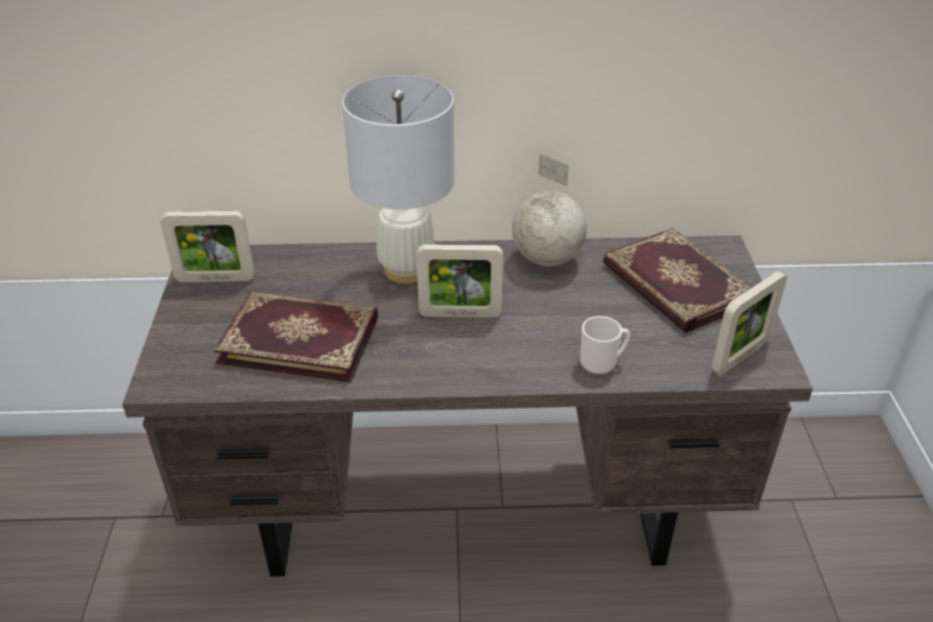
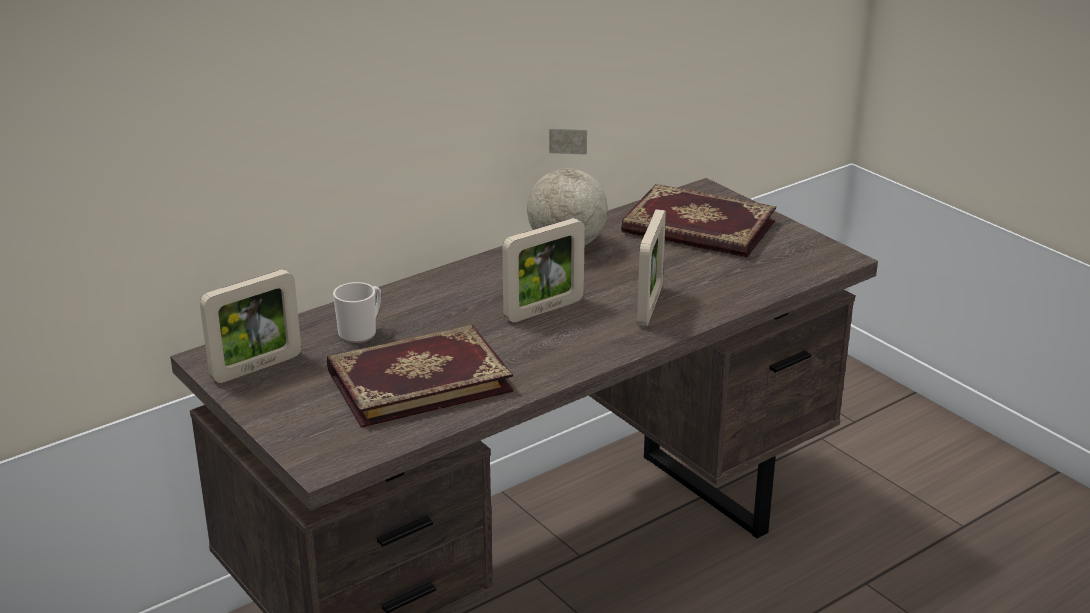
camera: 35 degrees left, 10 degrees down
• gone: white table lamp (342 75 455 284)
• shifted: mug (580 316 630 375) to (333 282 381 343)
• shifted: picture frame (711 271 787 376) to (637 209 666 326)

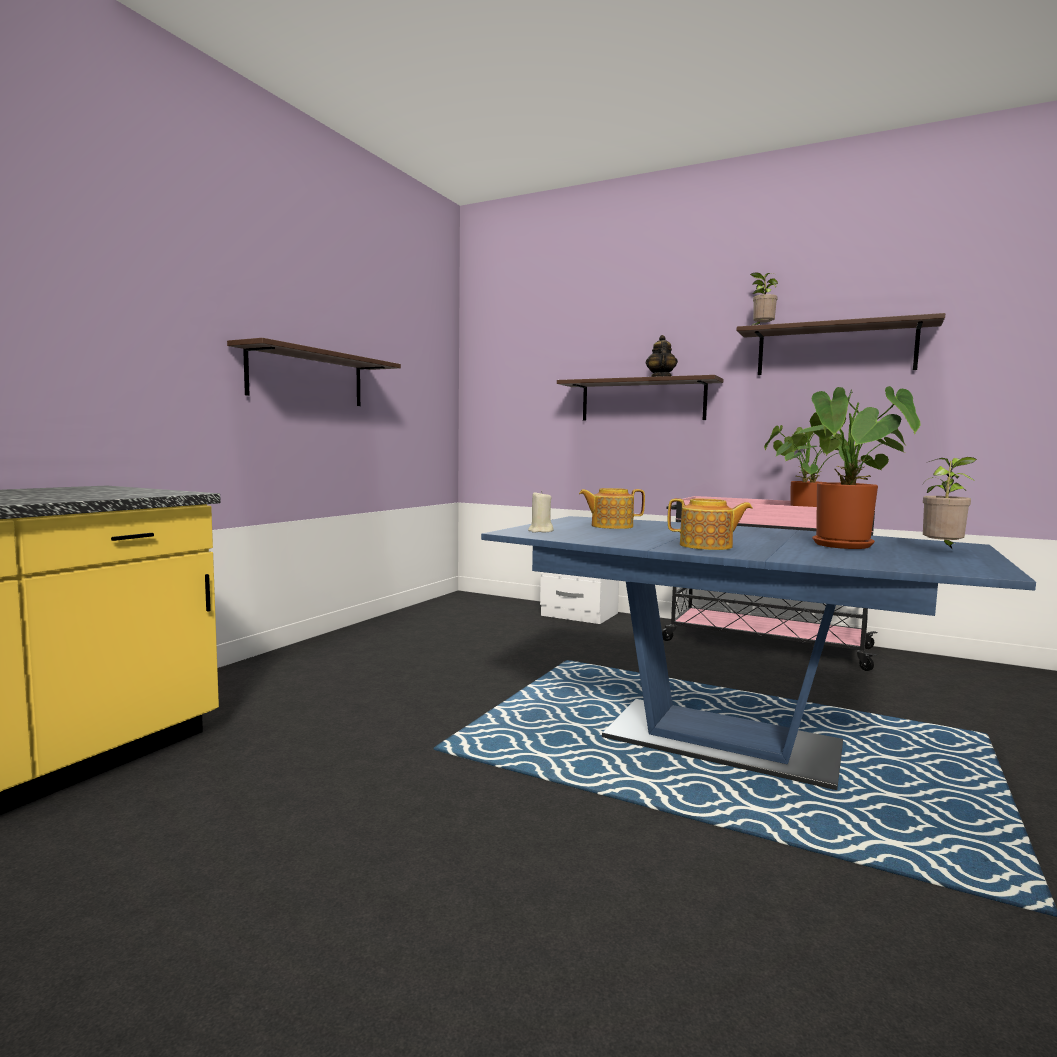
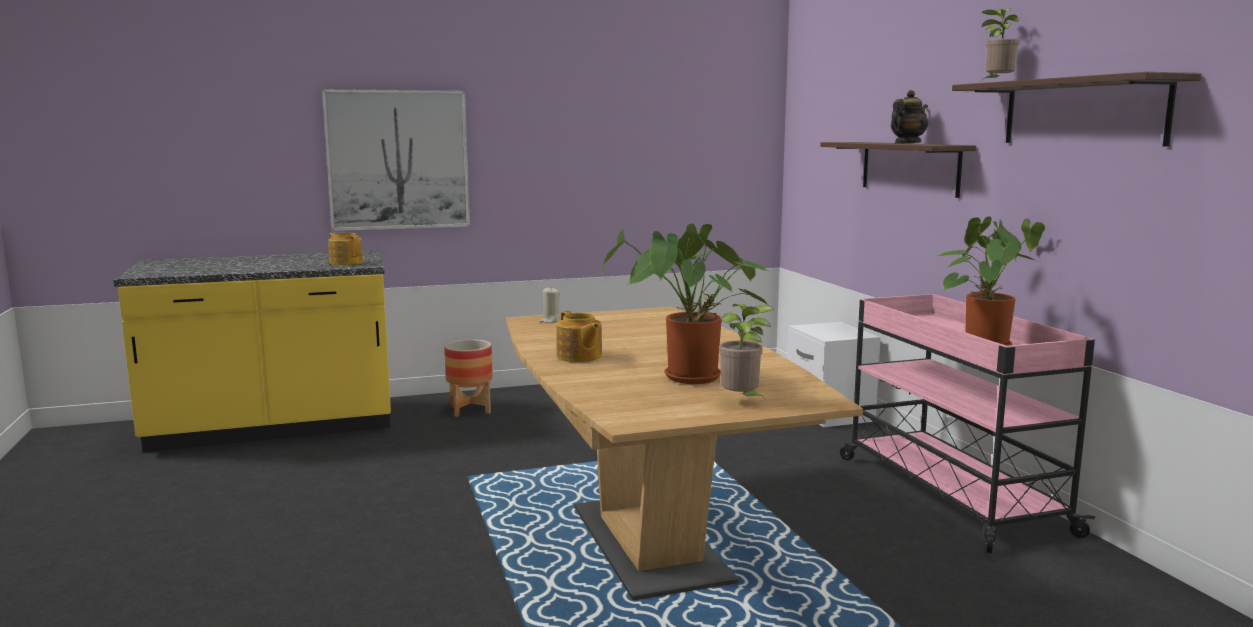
camera: 45 degrees right, 5 degrees up
• gone: shelf (227 338 401 406)
• new: picture (322 89 470 231)
• new: planter (444 339 493 417)
• shifted: teapot (579 488 645 529) to (328 233 363 265)
• repainted: blue dining table (481 516 1036 790) to brown dining table (506 307 863 600)

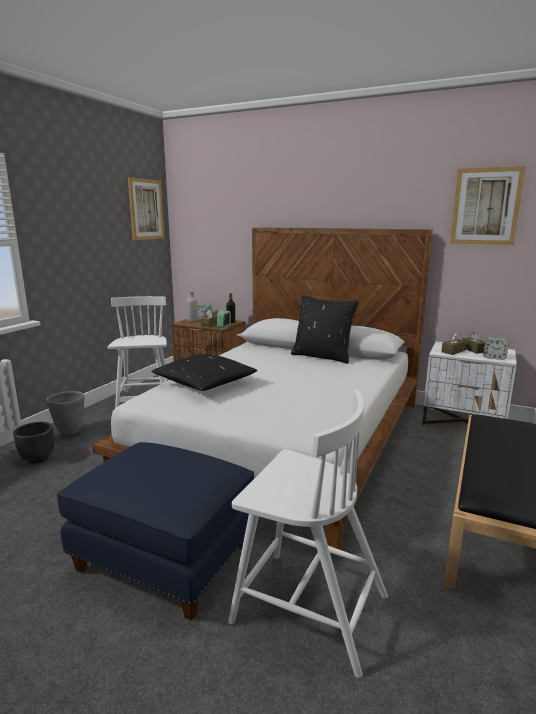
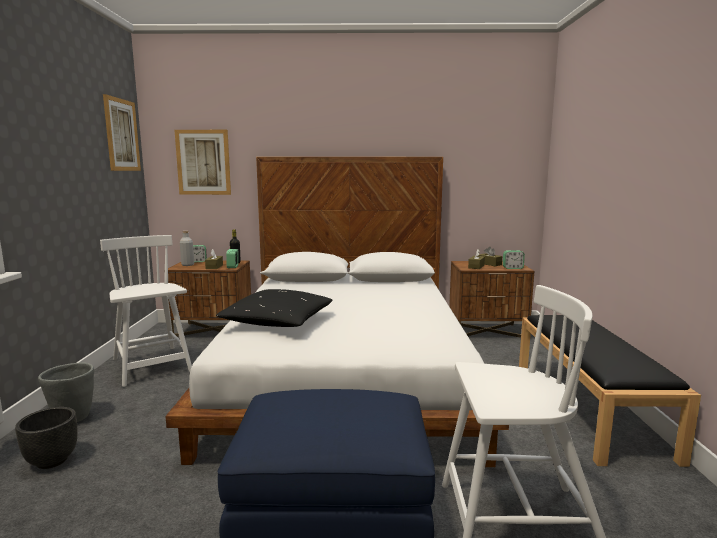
camera: 25 degrees left, 5 degrees down
• gone: black pillow (291 295 359 364)
• shifted: picture (450 166 526 245) to (175 130 231 195)
• repainted: white nightstand (422 341 517 425) to brown nightstand (449 261 534 338)

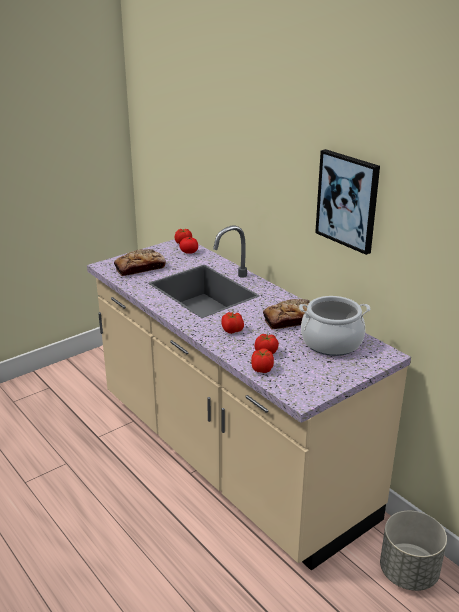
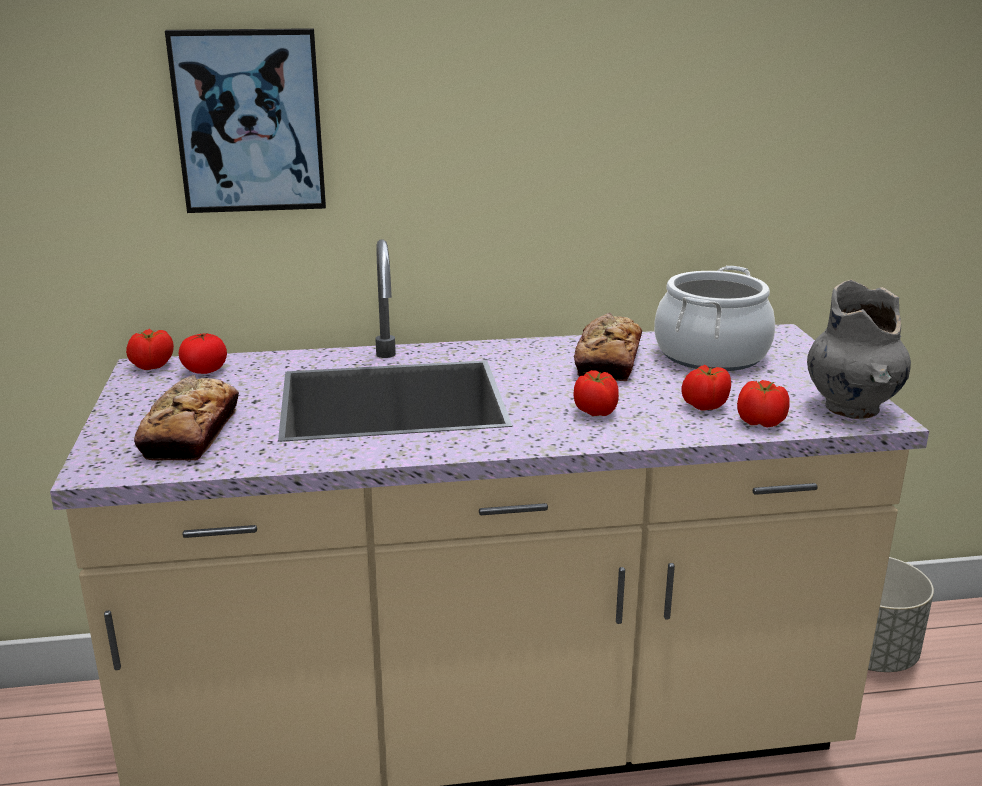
camera: 60 degrees left, 5 degrees down
• new: grey vase (807 280 911 419)
• shifted: picture (315 149 380 255) to (165 28 326 213)

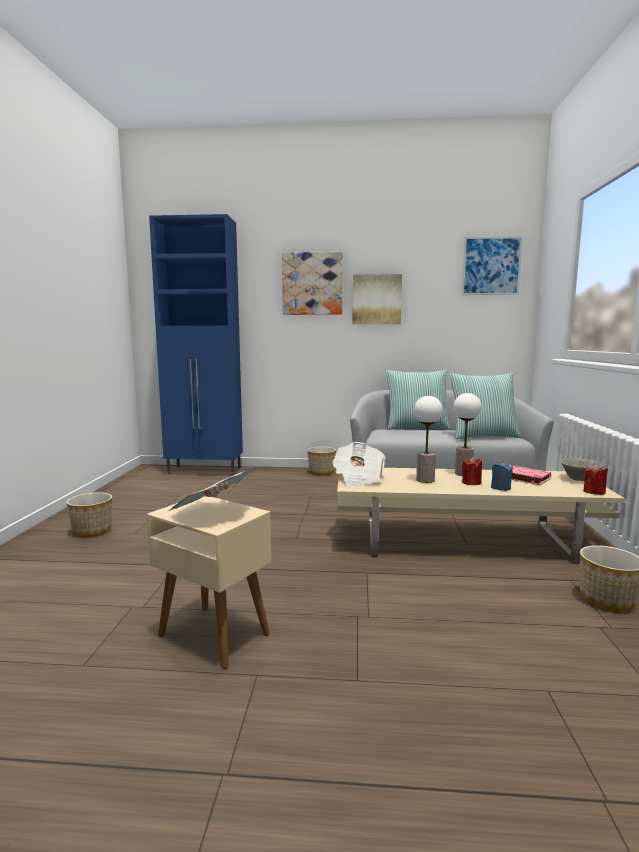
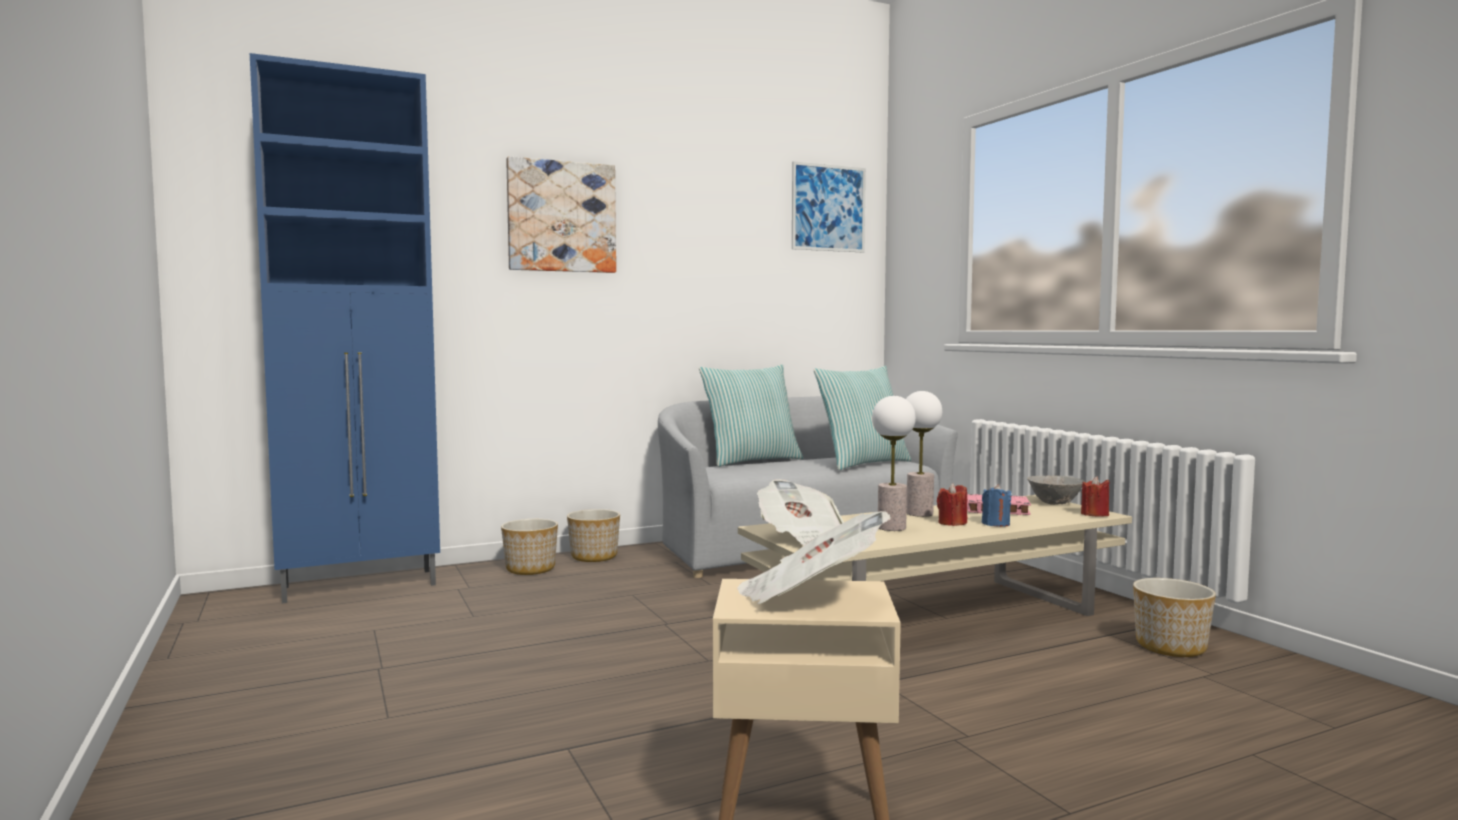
camera: 30 degrees left, 5 degrees down
• gone: picture (352 274 402 324)
• shifted: planter (66 492 112 537) to (501 519 558 575)

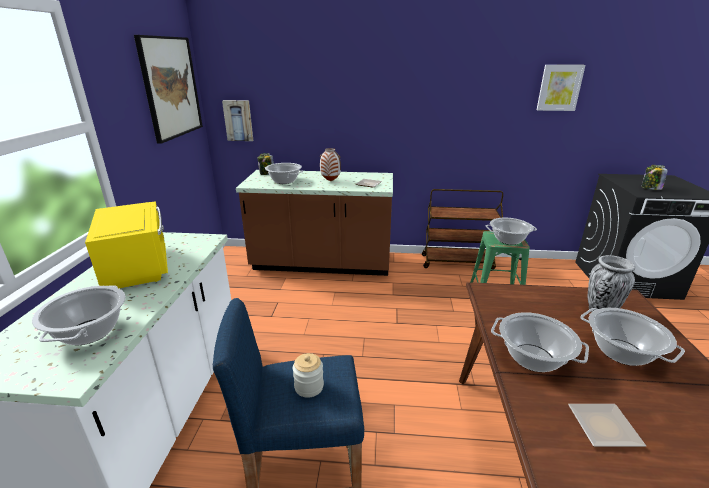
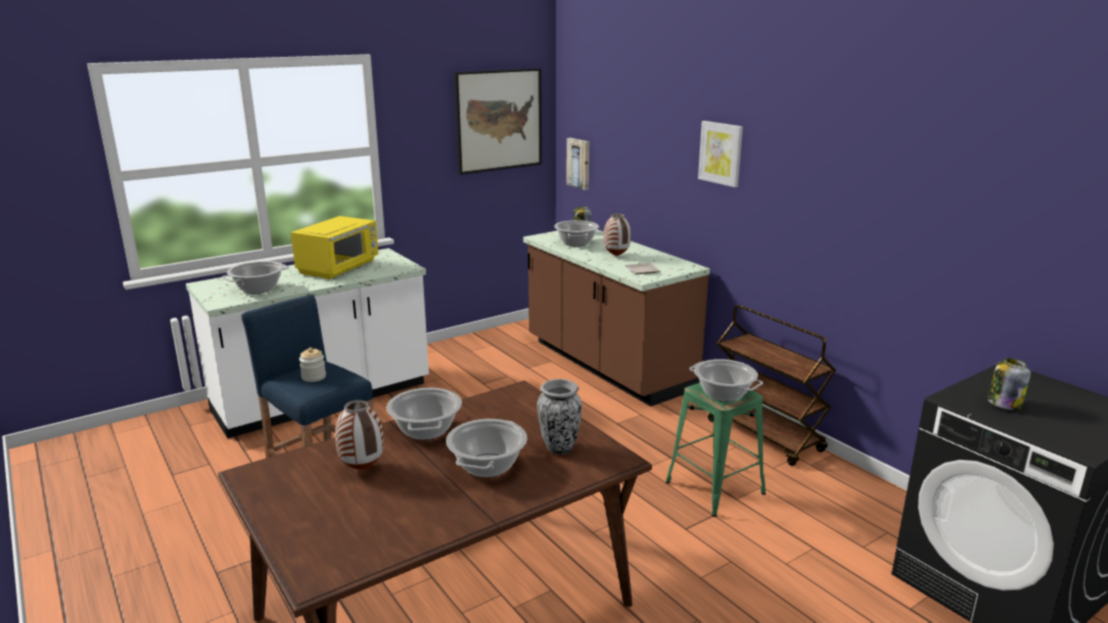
camera: 50 degrees right, 5 degrees down
• shifted: picture (537 65 586 111) to (698 121 743 187)
• swapped: plate (568 404 646 447) to vase (335 400 384 469)

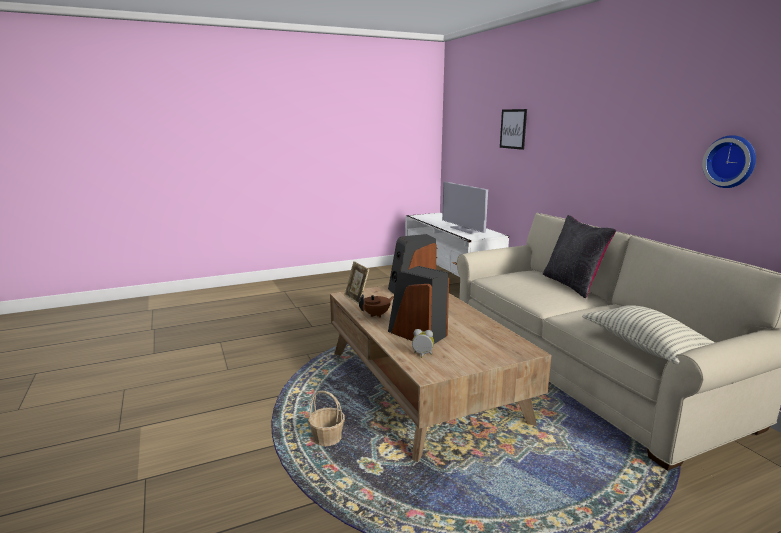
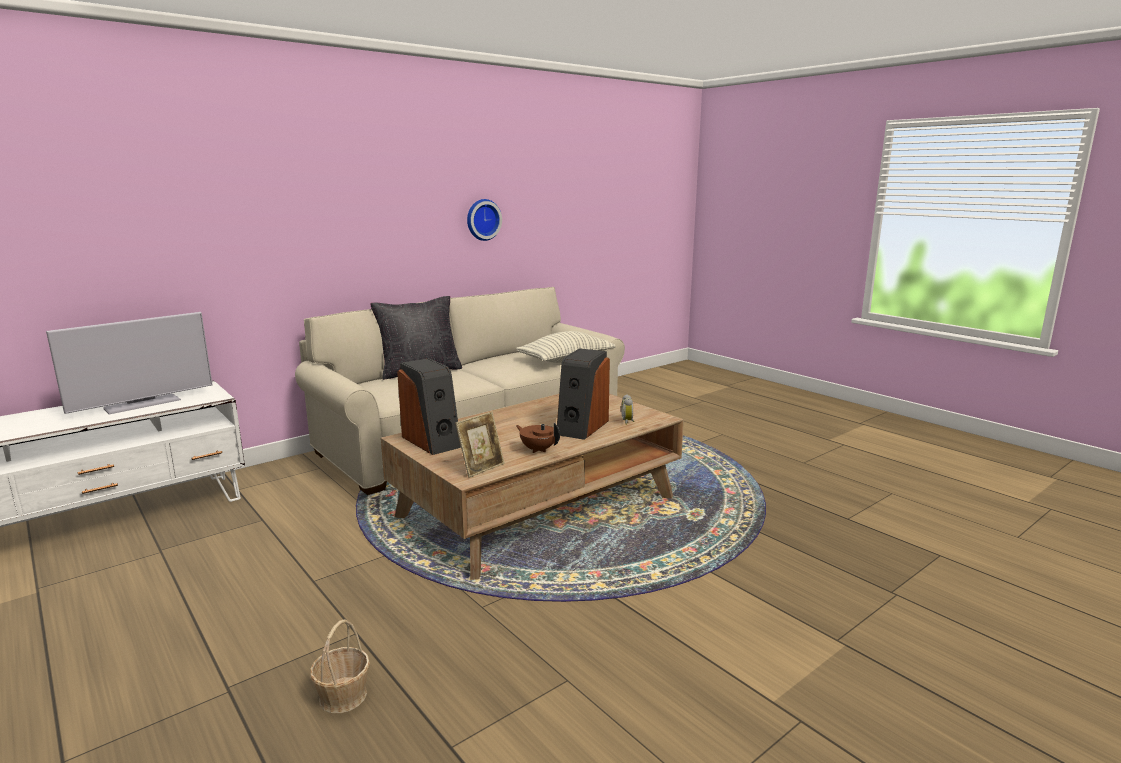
camera: 105 degrees left, 0 degrees up
• gone: picture (500 109 527 150)
• shifted: basket (308 391 345 446) to (310 620 370 713)

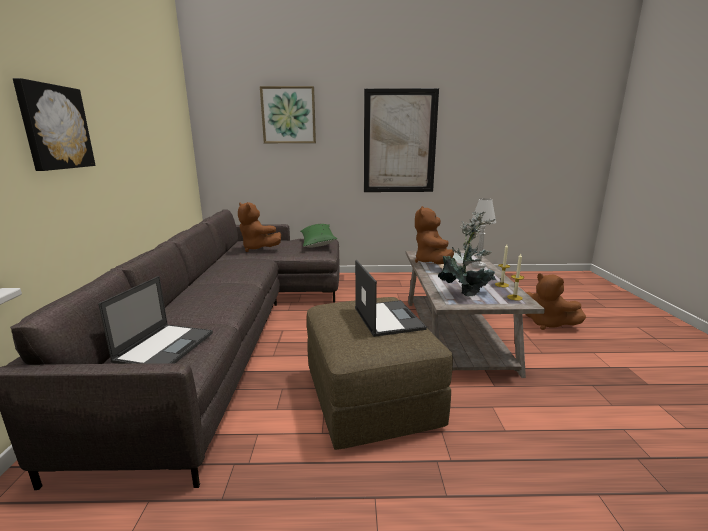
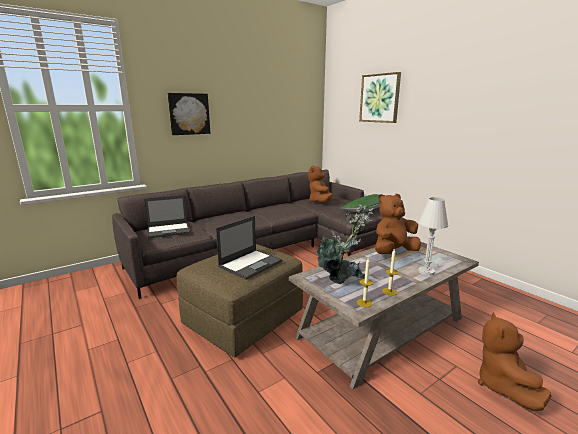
camera: 55 degrees right, 0 degrees up
• gone: picture (364 88 439 192)

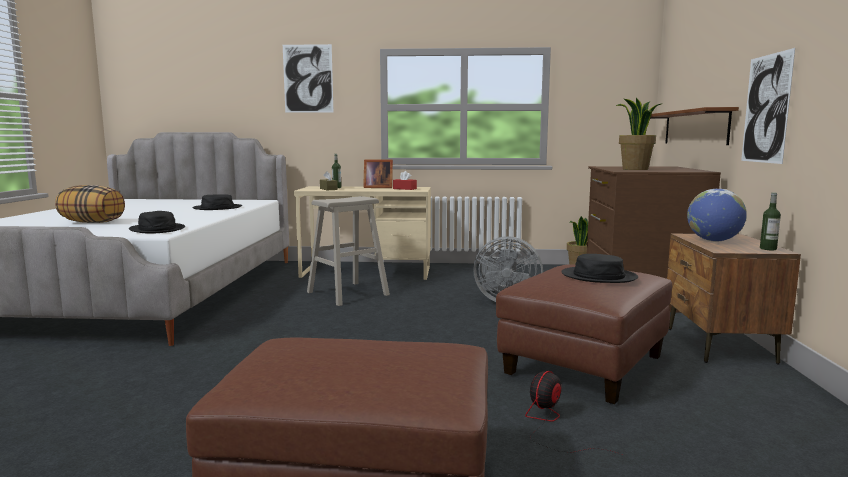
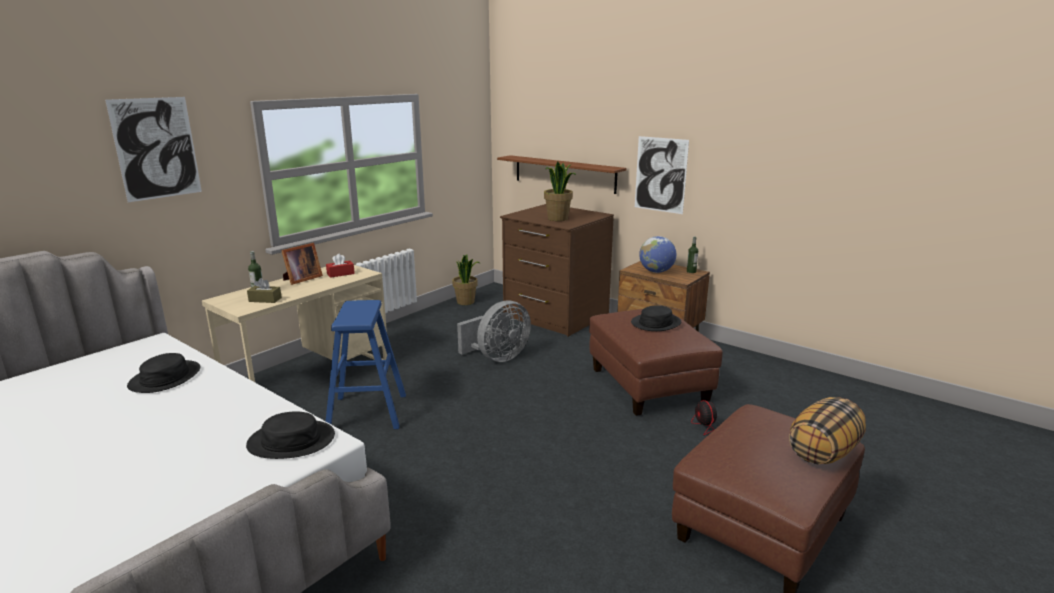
camera: 55 degrees left, 10 degrees up
• shifted: pillow (55 185 125 223) to (789 397 866 464)
• repainted: beige stool (307 196 390 306) to blue stool (326 300 406 429)

